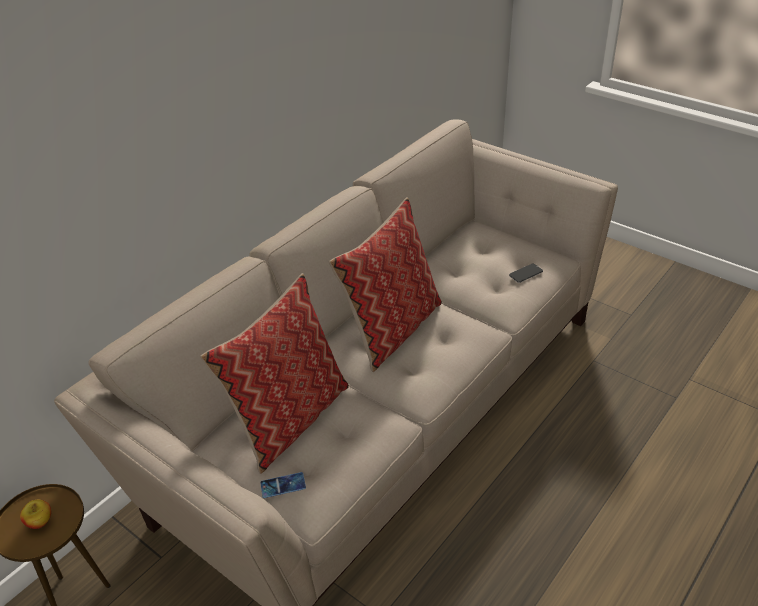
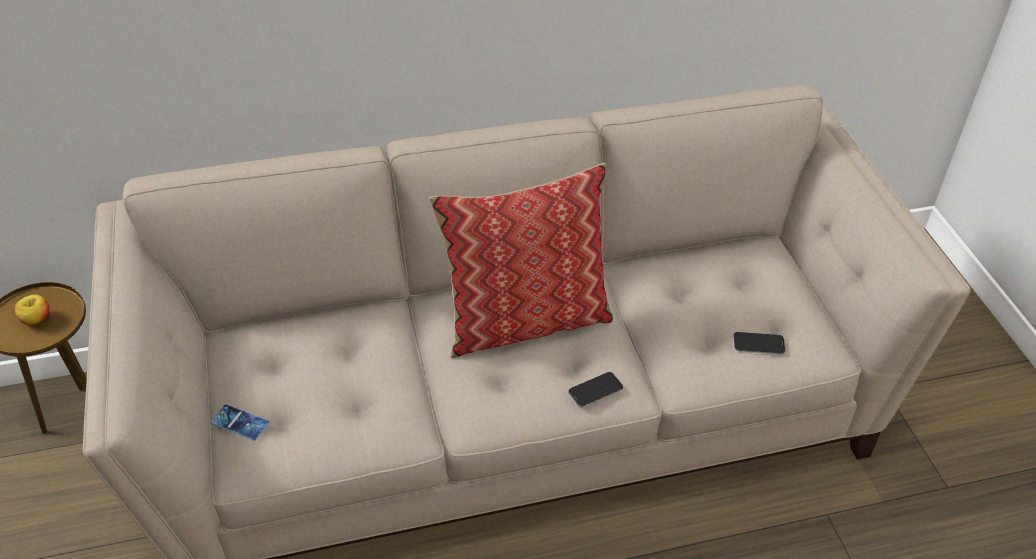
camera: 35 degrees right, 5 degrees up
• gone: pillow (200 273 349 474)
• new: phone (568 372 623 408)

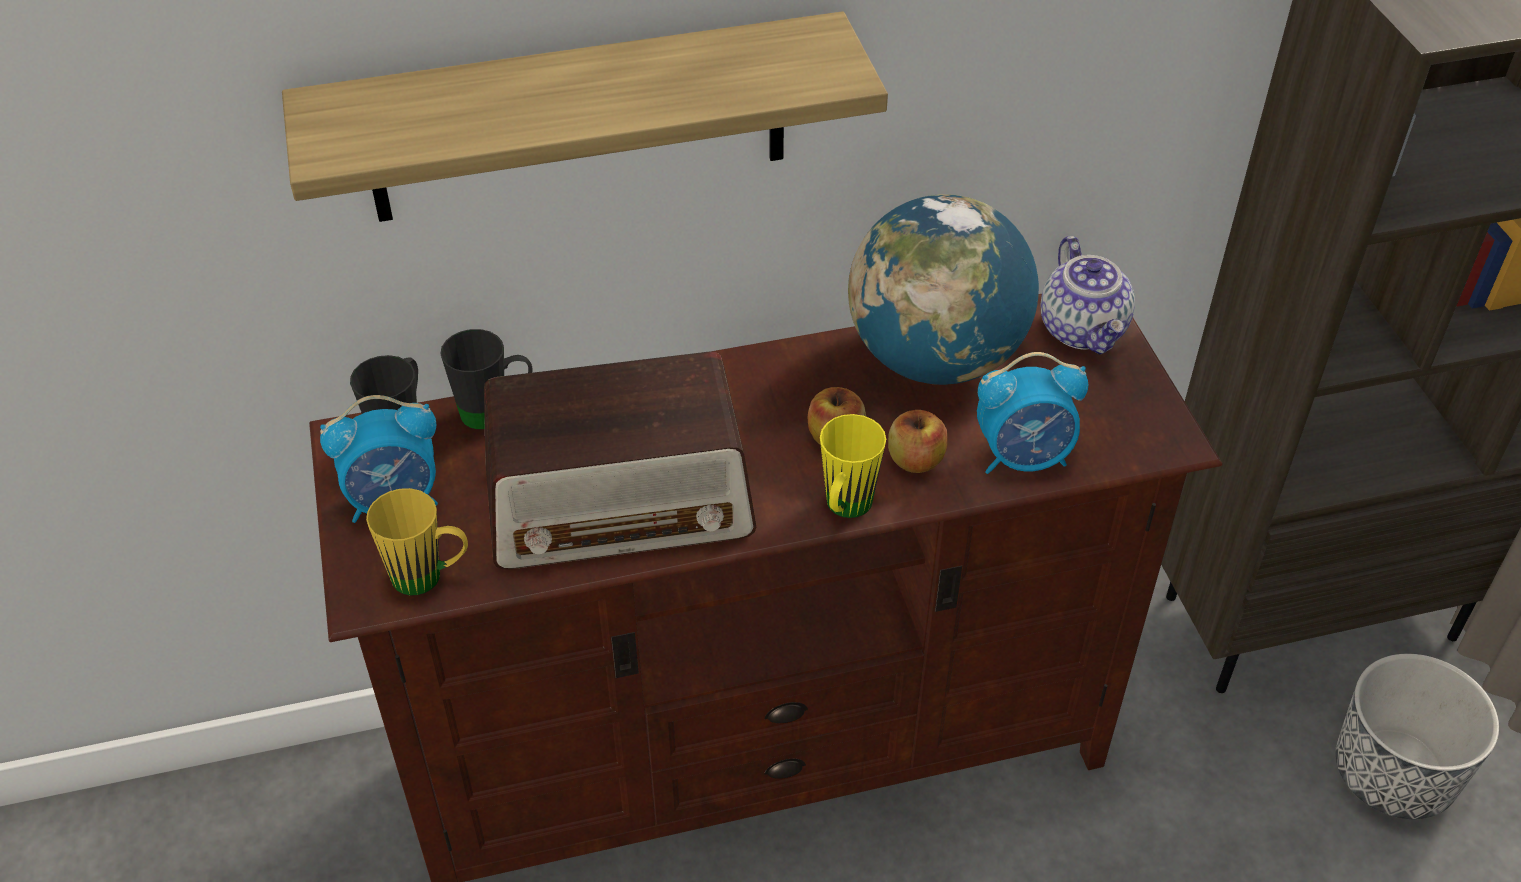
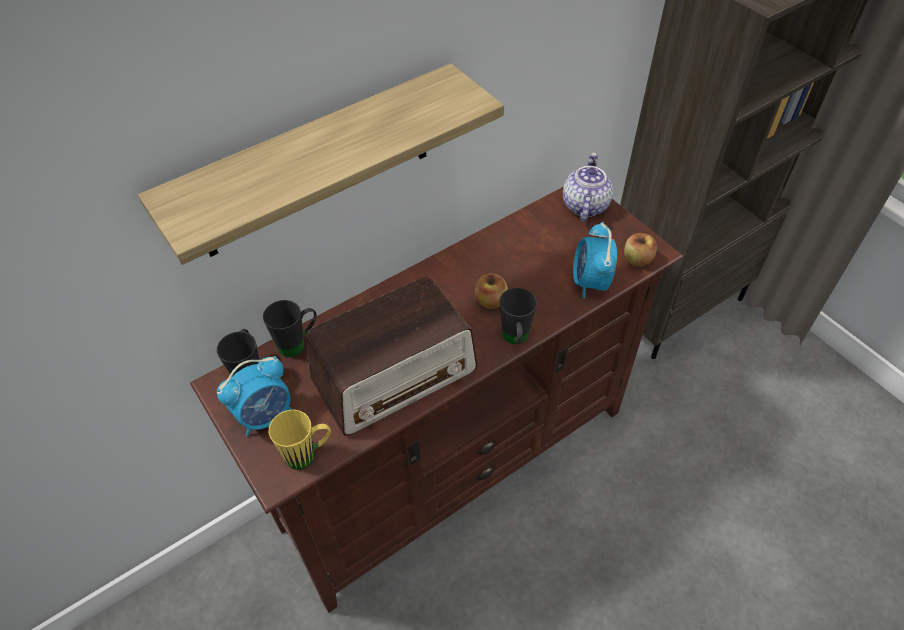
camera: 20 degrees left, 5 degrees up
• gone: globe (848 194 1039 385)
• gone: planter (1335 654 1499 819)
• shifted: apple (888 410 948 473) to (624 233 657 267)
• repainted: yellow mug (820 414 886 518) to black mug (499 288 537 344)
• rotated: alarm clock (977 352 1088 474) = (573 222 617 298) 120 degrees clockwise
• rotated: teapot (1040 236 1135 355) = (563 153 613 222) 135 degrees counterclockwise

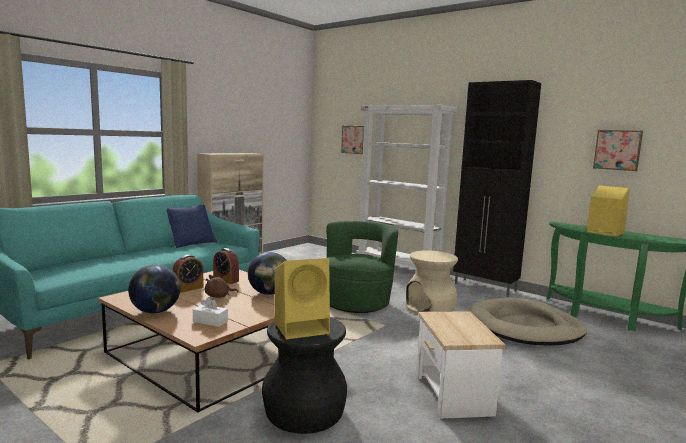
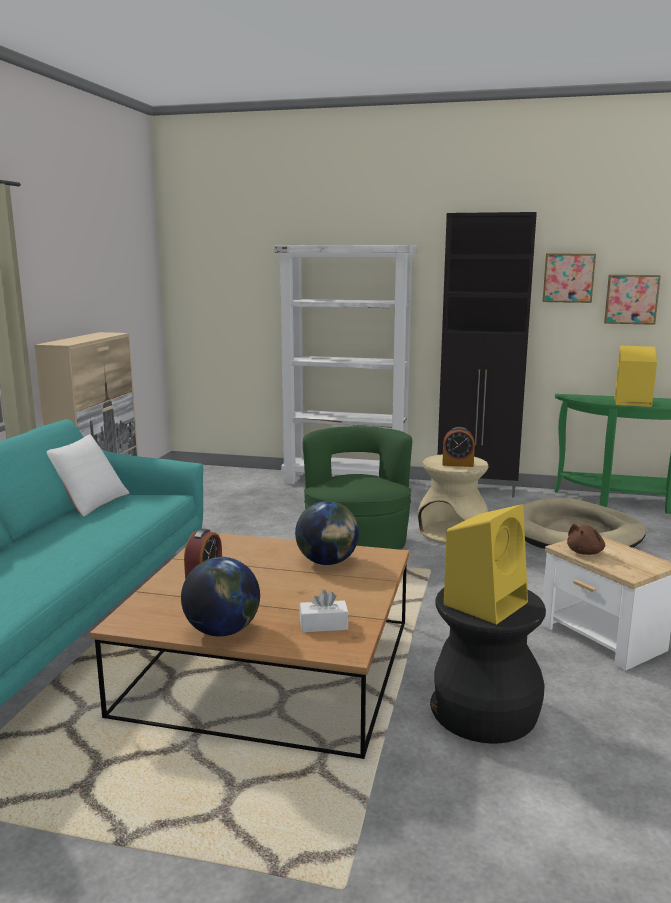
camera: 25 degrees left, 5 degrees up
• shifted: brown plush toy (205 275 238 298) to (567 524 605 555)
• shifted: alarm clock (213 248 239 284) to (442 427 475 467)
• shifted: picture (341 126 364 154) to (543 254 596 303)
• repainted: blue pillow (167 204 217 248) to white pillow (47 434 129 517)

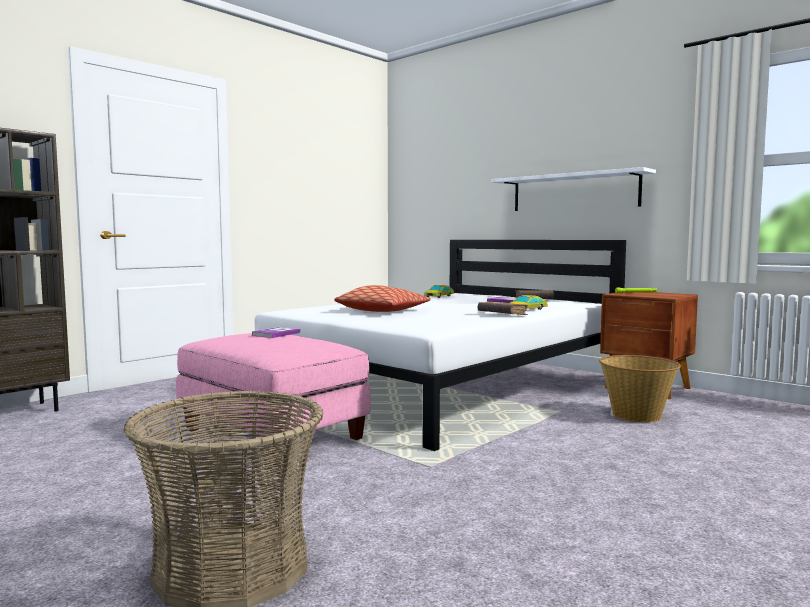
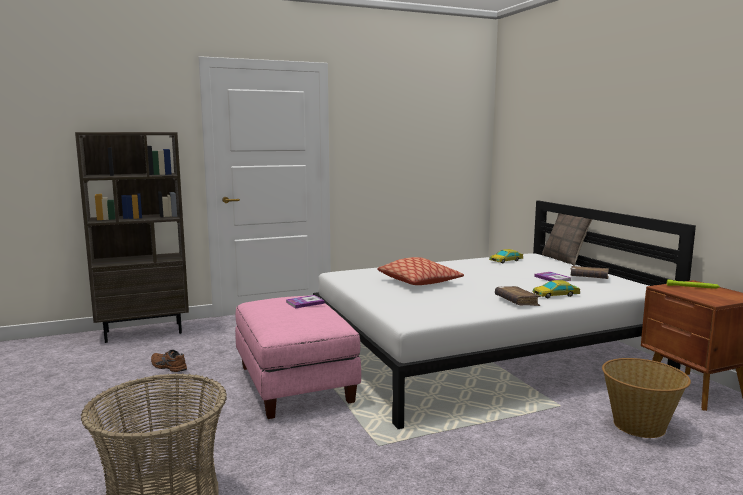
camera: 25 degrees right, 5 degrees up
• gone: white shelf (491 167 656 211)
• new: brown shoe (151 350 187 372)
• new: pillow (542 213 593 266)

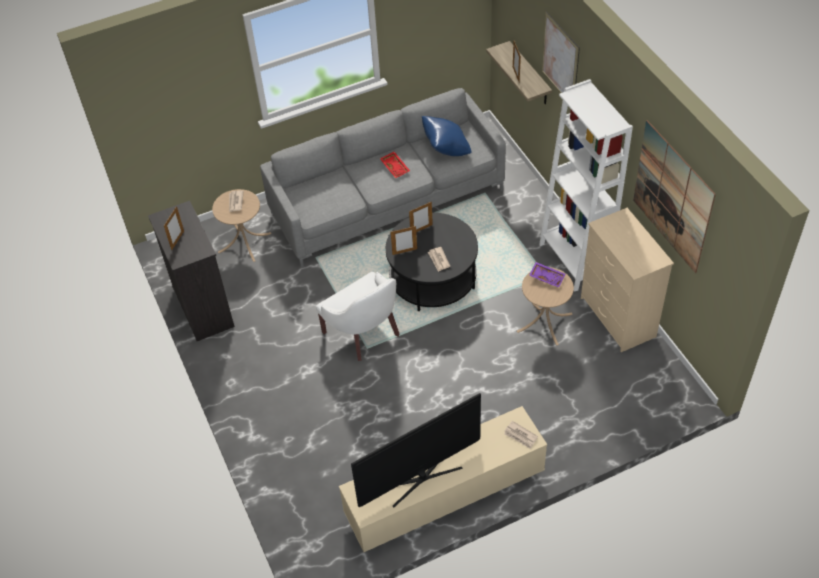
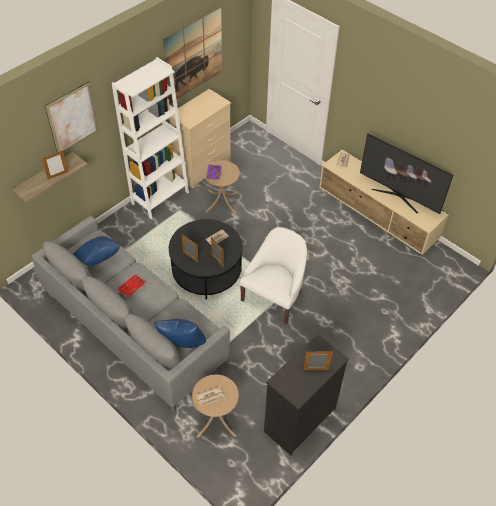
camera: 115 degrees left, 0 degrees up
• new: blue pillow (154 319 206 348)

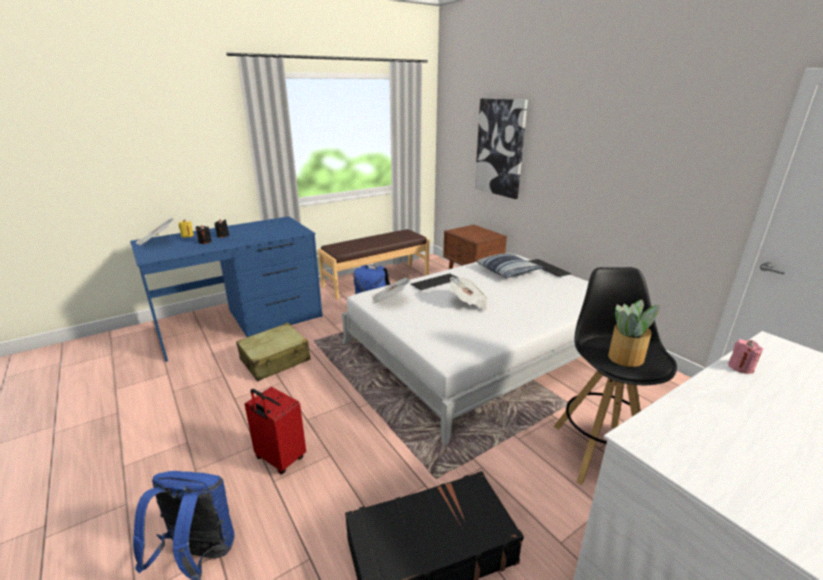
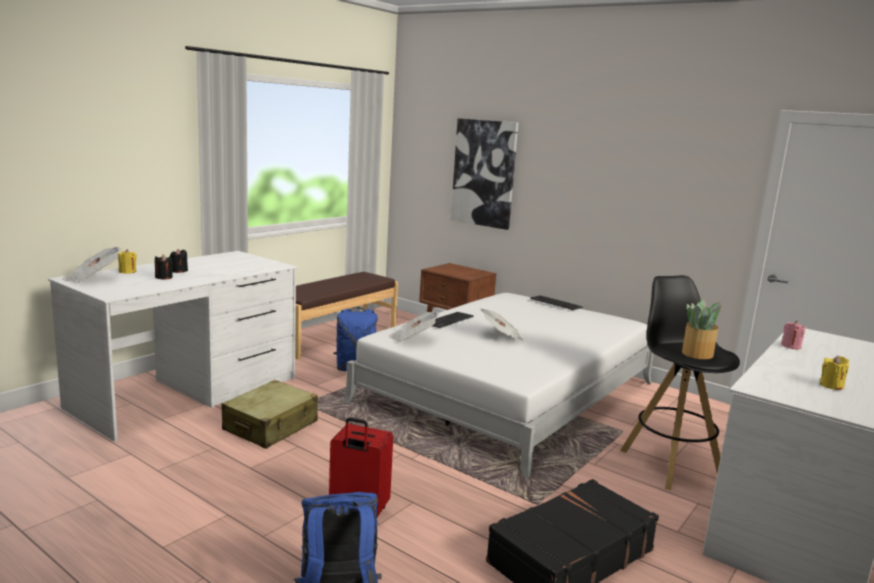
camera: 20 degrees left, 10 degrees down
• gone: pillow (476 253 543 278)
• new: yellow candle (820 355 849 390)
• repainted: blue desk (130 216 323 362) to white desk (48 251 298 442)

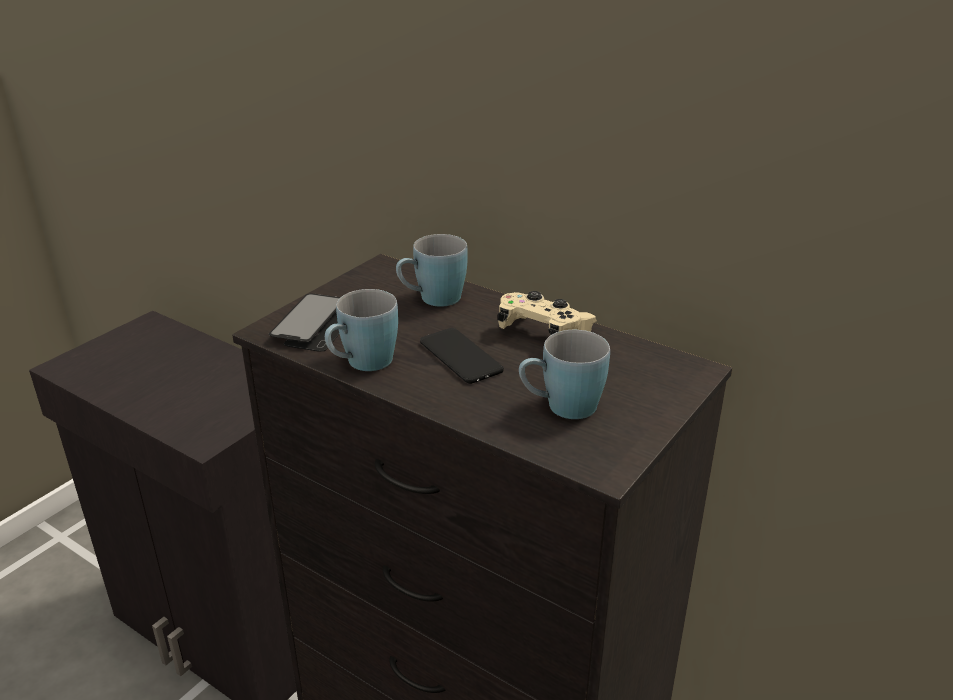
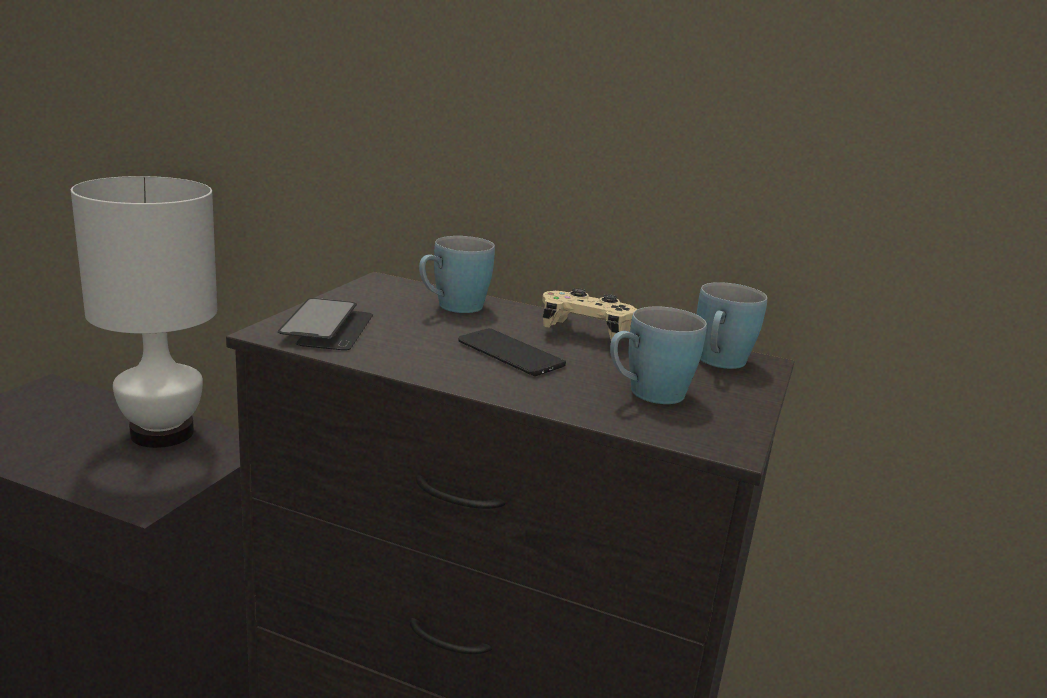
camera: 15 degrees left, 10 degrees down
• new: white table lamp (71 176 217 448)
• shifted: blue mug (325 289 398 371) to (696 282 767 369)

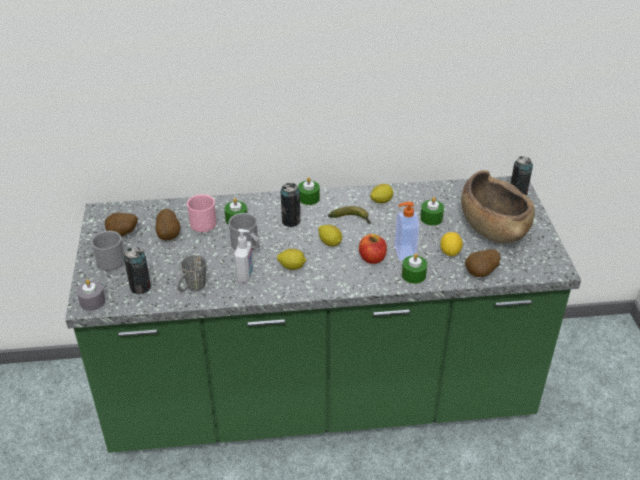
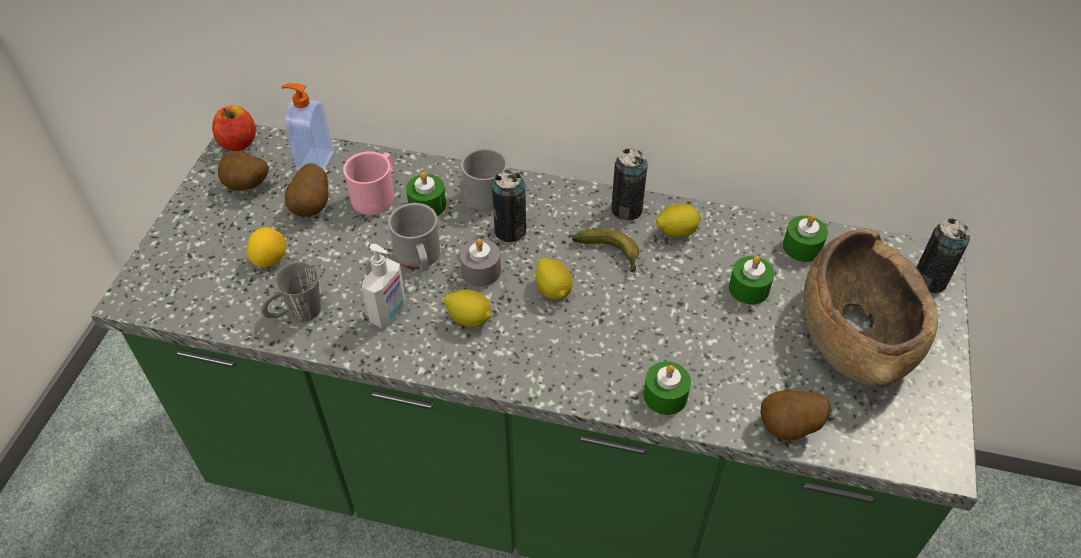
camera: 20 degrees right, 10 degrees up
• shifted: grey candle (77 279 105 311) to (460 239 501 287)
• shifted: grey mug (91 231 125 271) to (461 148 507 211)
• shifted: can (124 247 151 294) to (611 148 648 221)
• shifted: green candle (298 177 320 205) to (783 214 828 262)
• shifted: apple (359 234 387 264) to (212 105 256 151)
• shifted: soap dispenser (395 202 419 261) to (281 83 334 171)
• shifted: lemon (440 232 463 256) to (247 227 286 268)

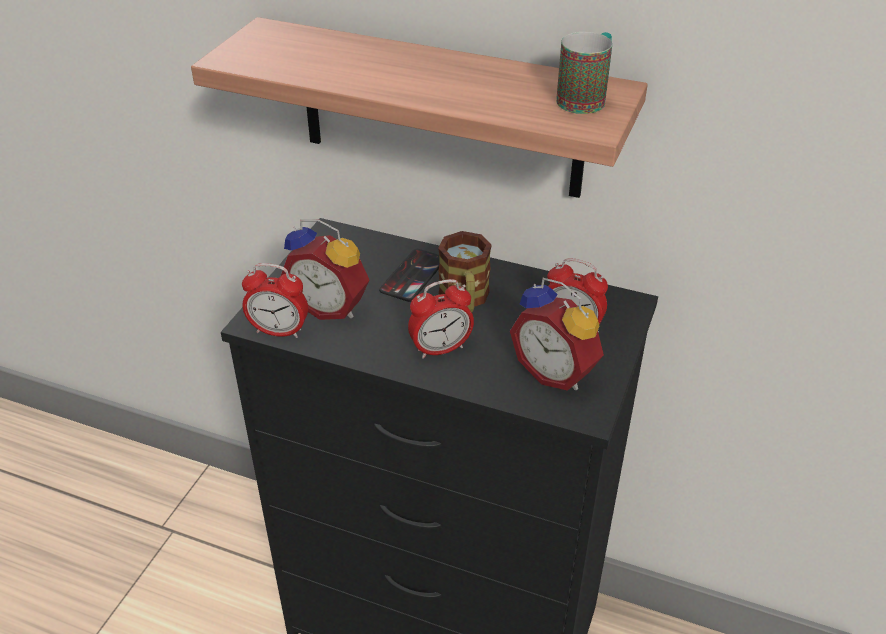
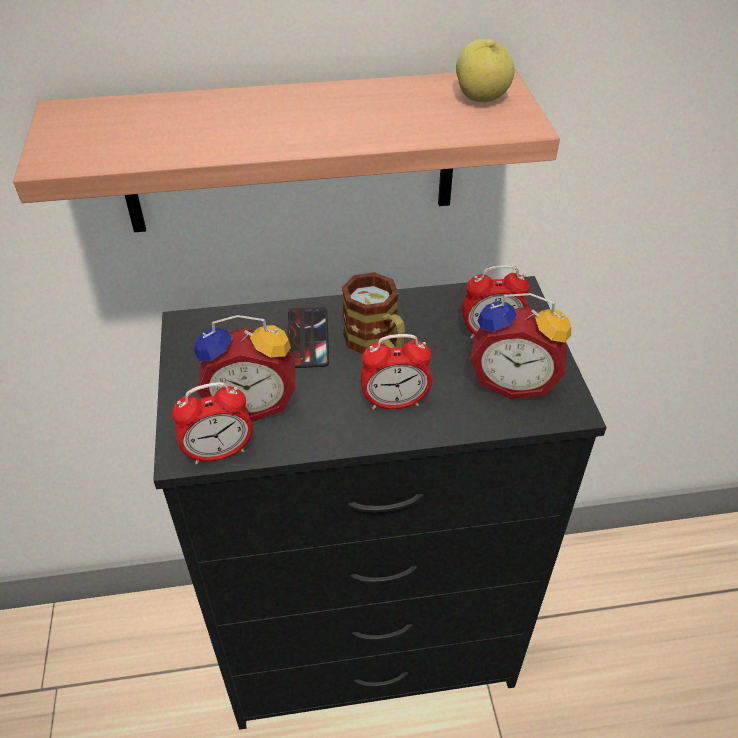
camera: 30 degrees left, 5 degrees up
• swapped: mug (556 32 612 114) to apple (456 39 515 102)
• rotated: alarm clock (408 279 474 359) = (361 334 432 410) 45 degrees clockwise

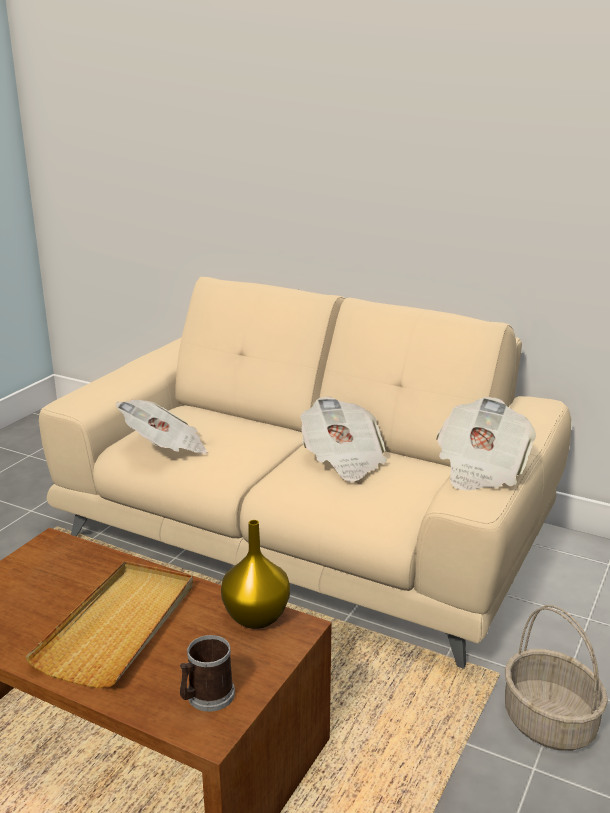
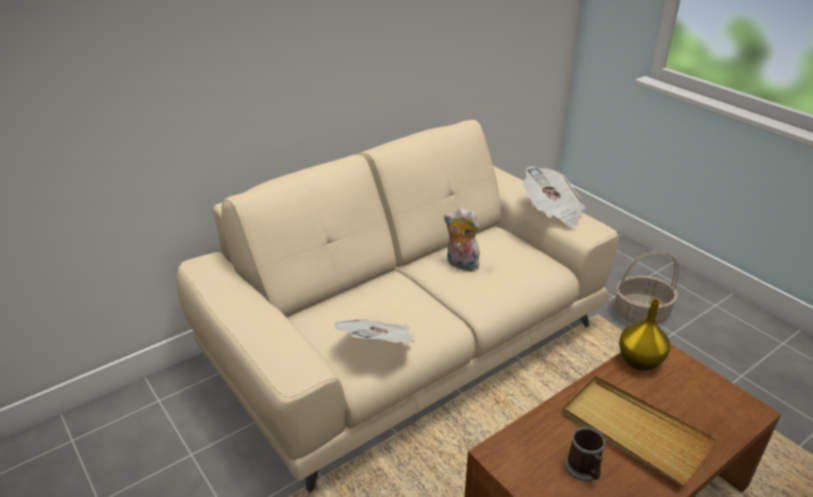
camera: 65 degrees left, 10 degrees up
• shifted: mug (180 635 235 712) to (565 427 605 481)
• swapped: newspaper (301 397 387 482) to plush toy (444 208 480 271)

